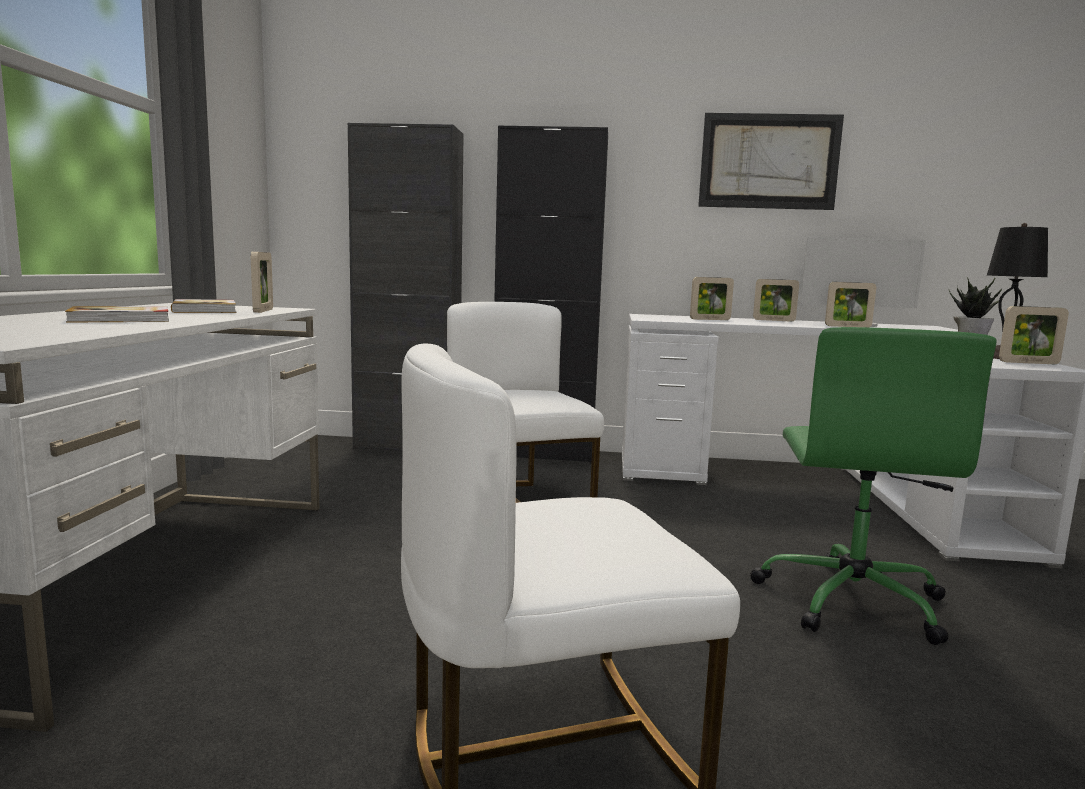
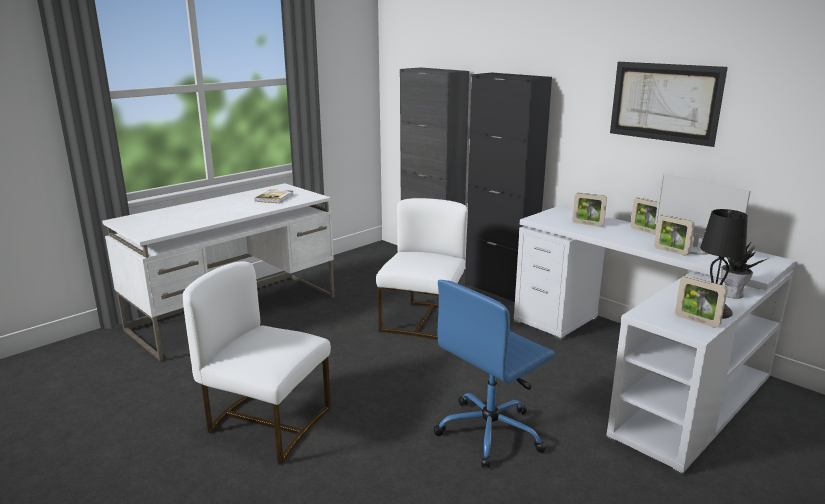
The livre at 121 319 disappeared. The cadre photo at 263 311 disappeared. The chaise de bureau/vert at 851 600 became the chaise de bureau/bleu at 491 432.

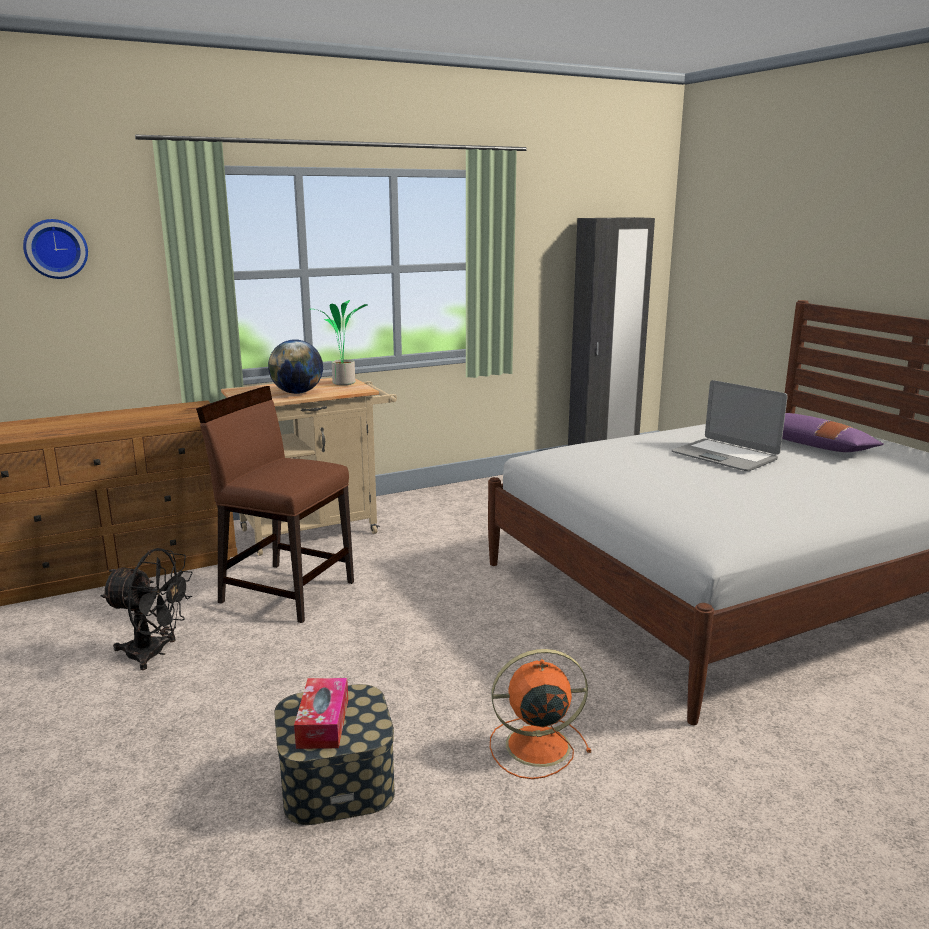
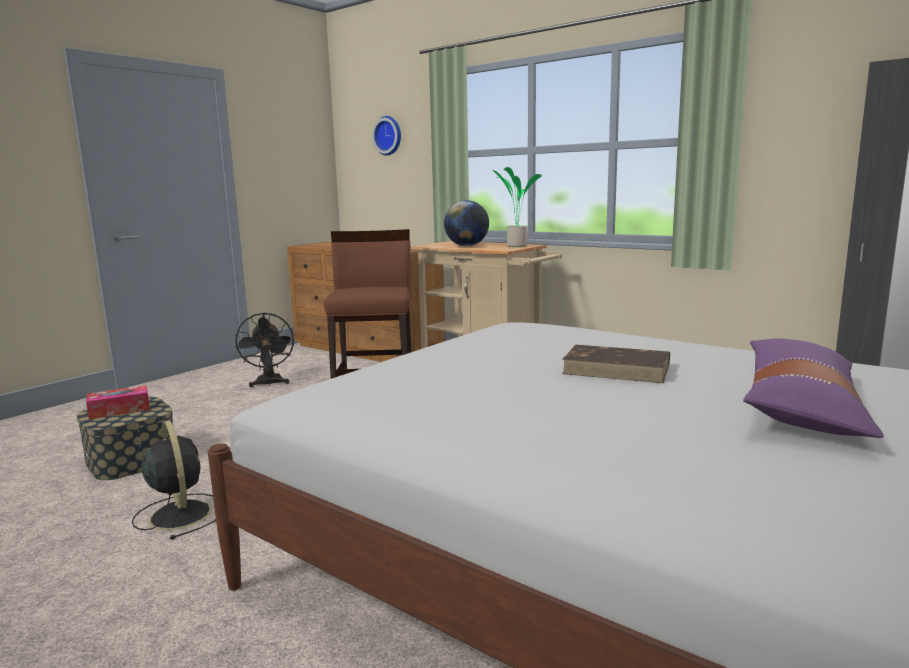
The ventilateur/orange at 534 746 became the ventilateur/noir at 180 514. The ordinateur portable at 725 456 was replaced by the livre/marron at 617 369.

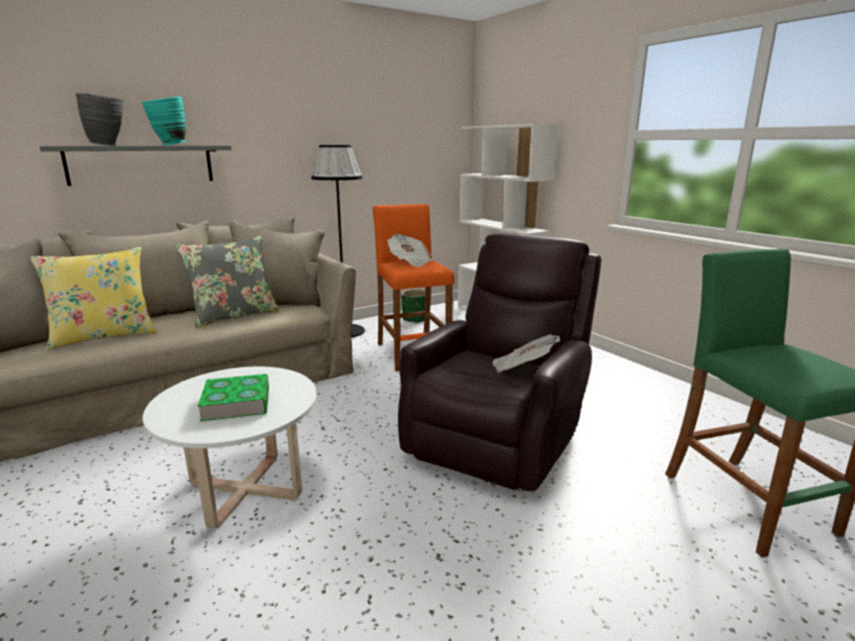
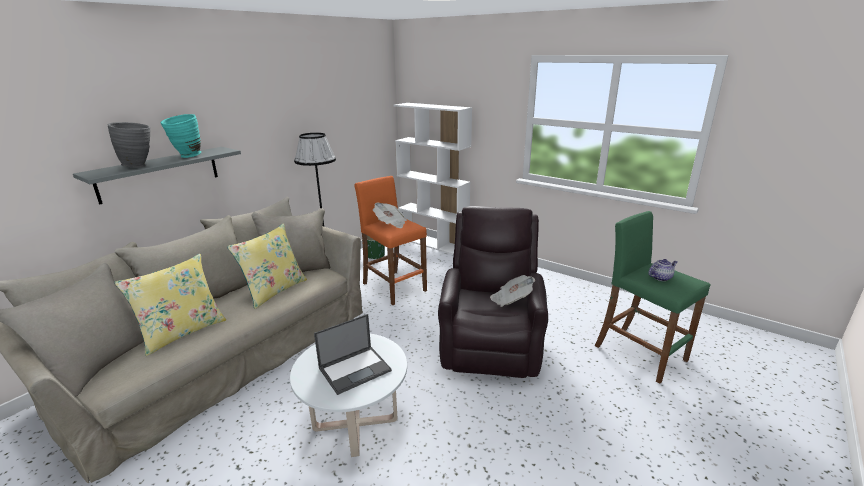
The coussin/gris at 234 316 became the coussin/jaune at 274 291. The livre at 237 403 was replaced by the ordinateur portable at 355 369. The théière at 660 277 appeared.

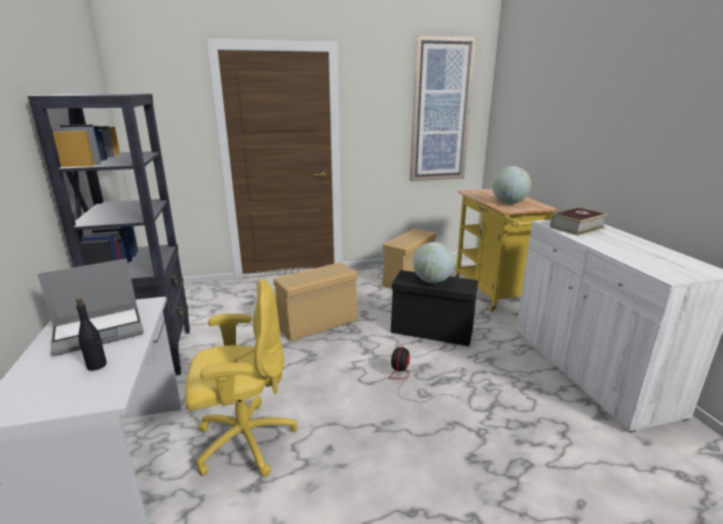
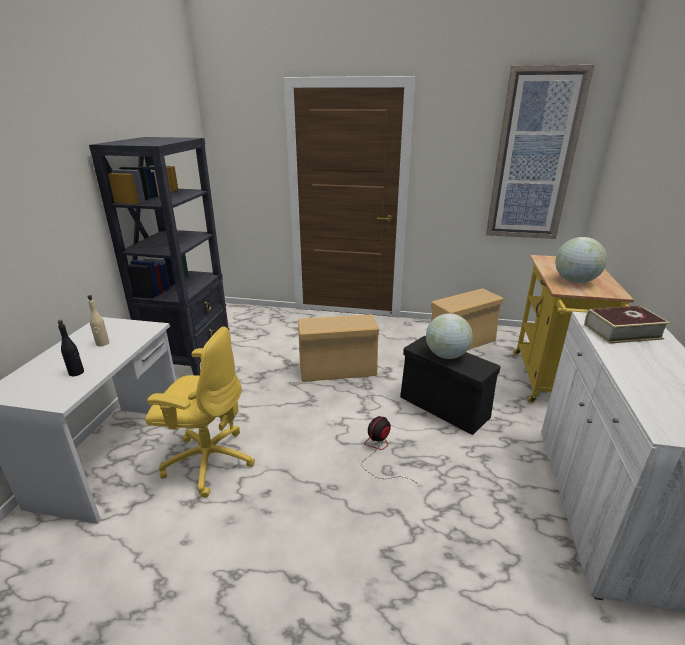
The ordinateur portable at 100 331 was replaced by the bouteille/beige at 102 343.

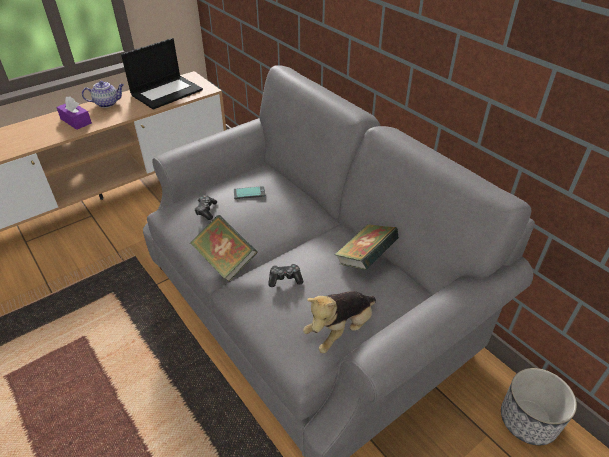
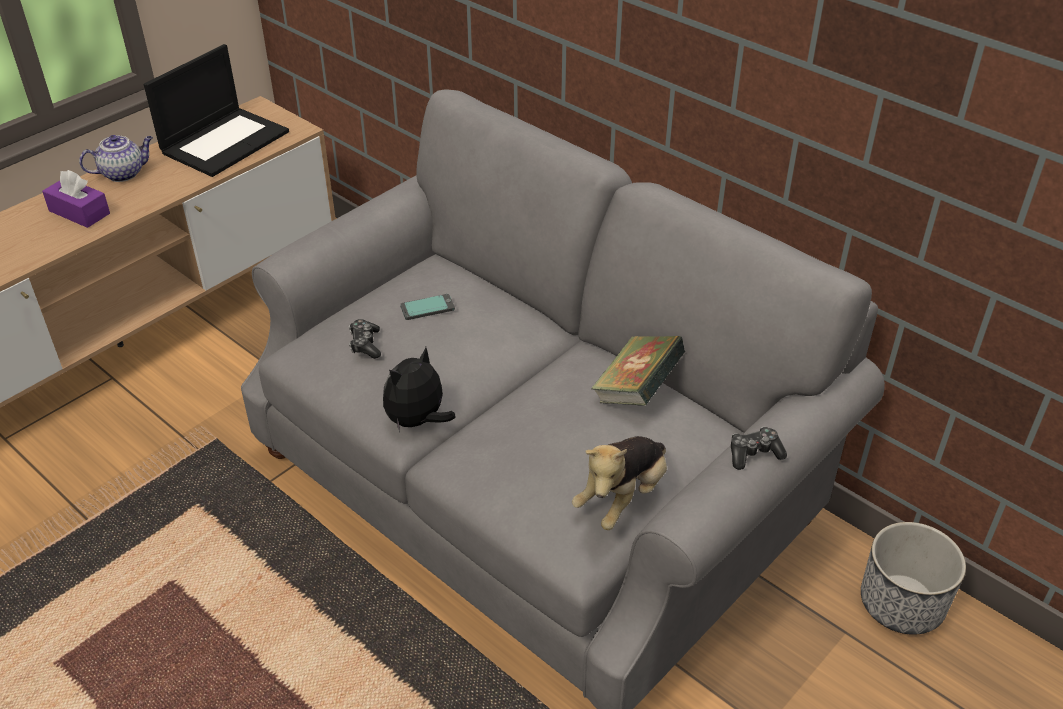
The livre at 225 261 was replaced by the peluche at 417 421. The manette moved from 285 279 to 754 454.

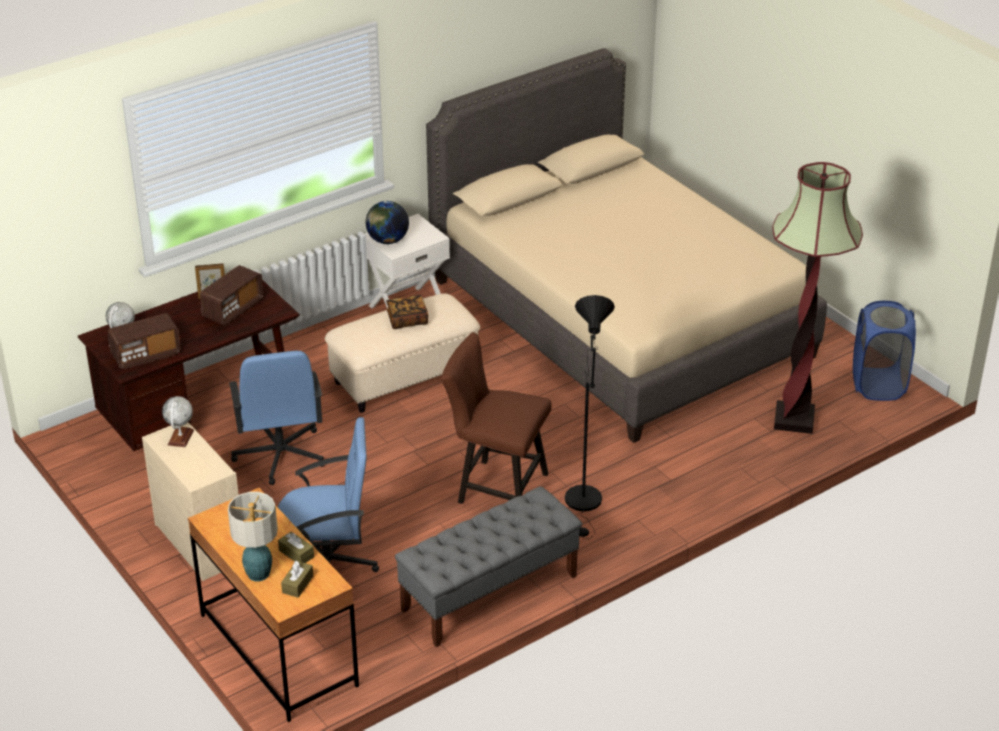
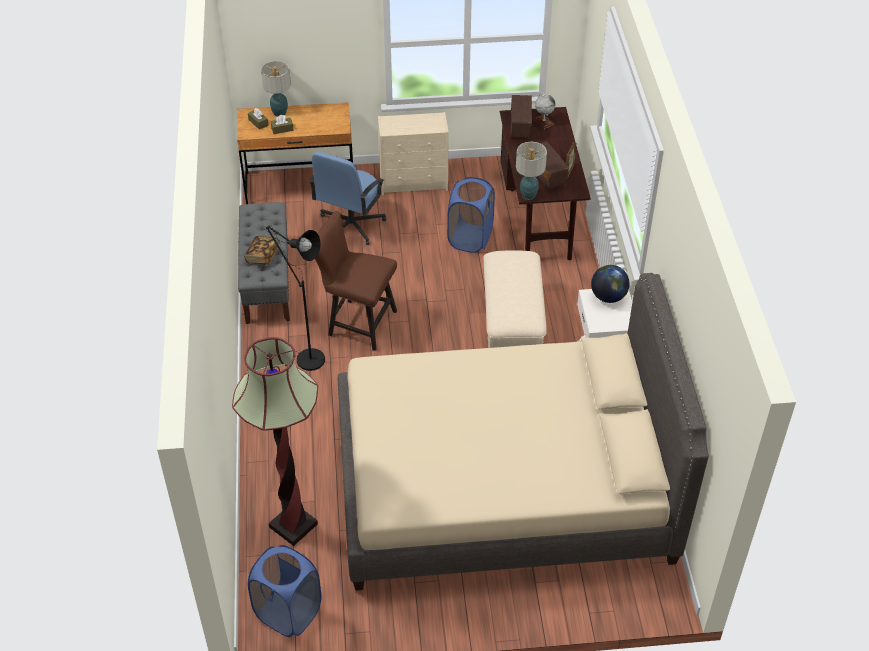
The globe at 180 437 disappeared. The chaise de bureau/bleu at 280 455 was replaced by the panier à linge/bleu at 470 238. The livre moved from 407 320 to 262 256. The chaise/marron at 496 488 turned 120 degrees counterclockwise. The lampe de table at 528 195 appeared.

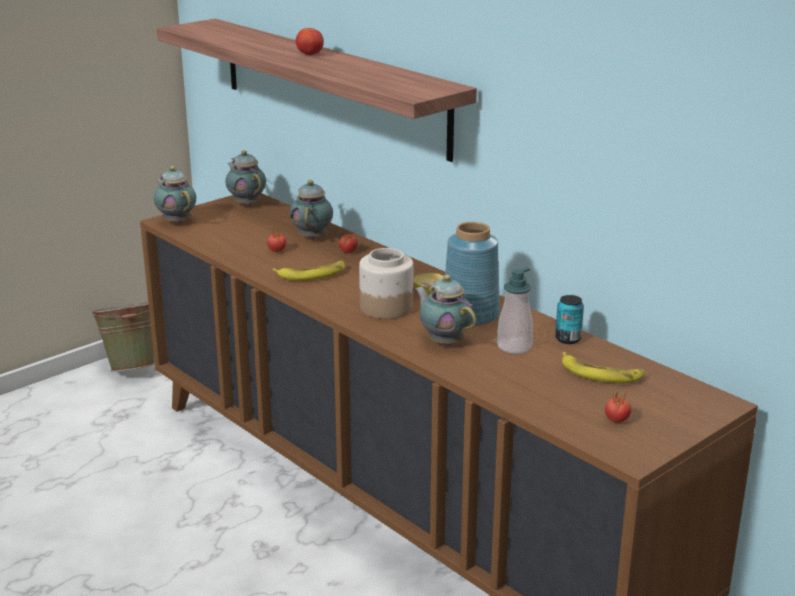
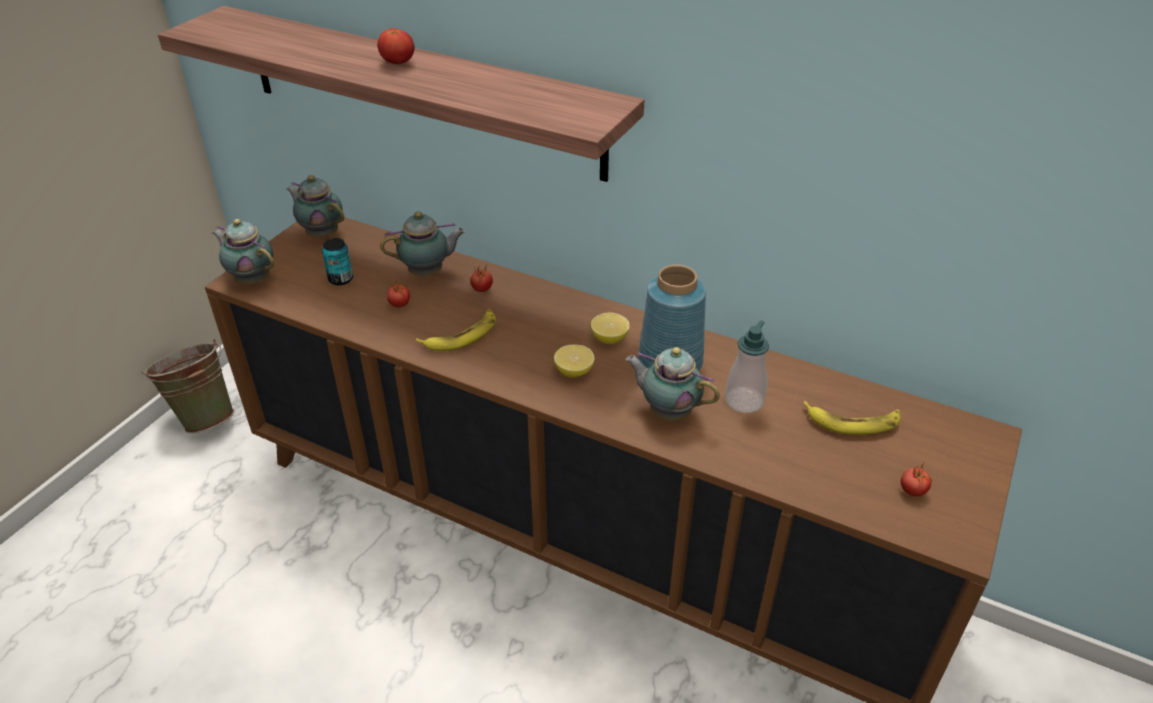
The théière at 313 237 turned 90 degrees clockwise. The bocal at 385 308 was replaced by the citron at 574 371. The boîte métallique moved from 568 339 to 341 279.

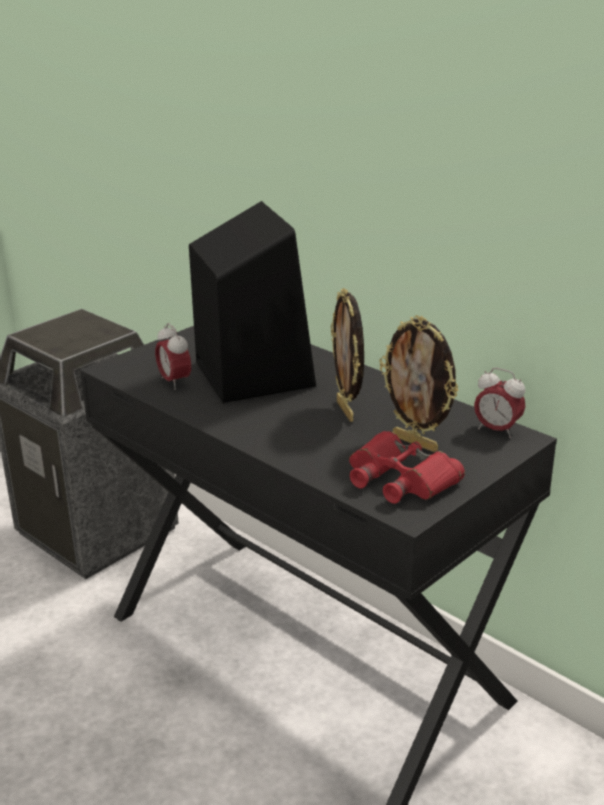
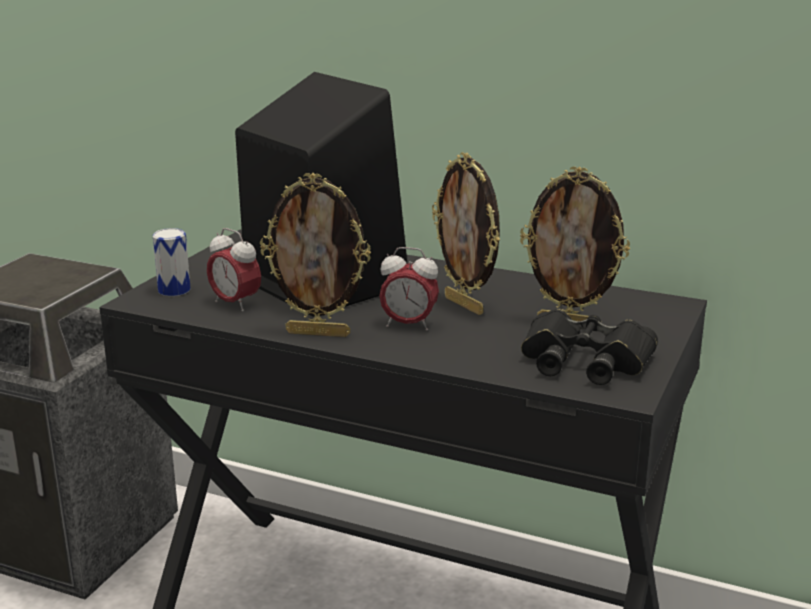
The jumelles/rouge at 400 479 became the jumelles/noir at 585 360. The réveil moved from 497 430 to 408 325. The boîte métallique at 174 290 appeared. The cadre photo at 319 333 appeared.

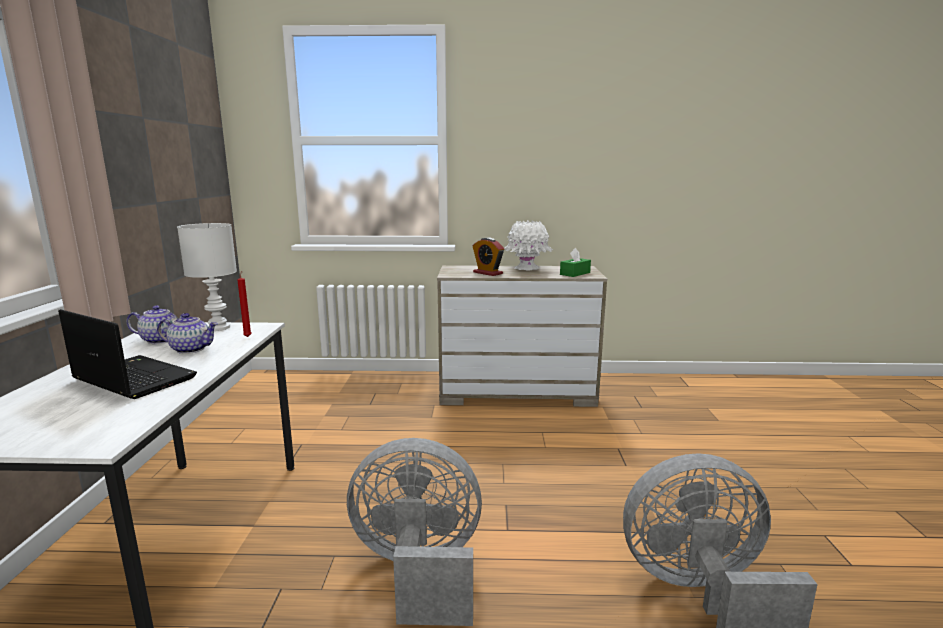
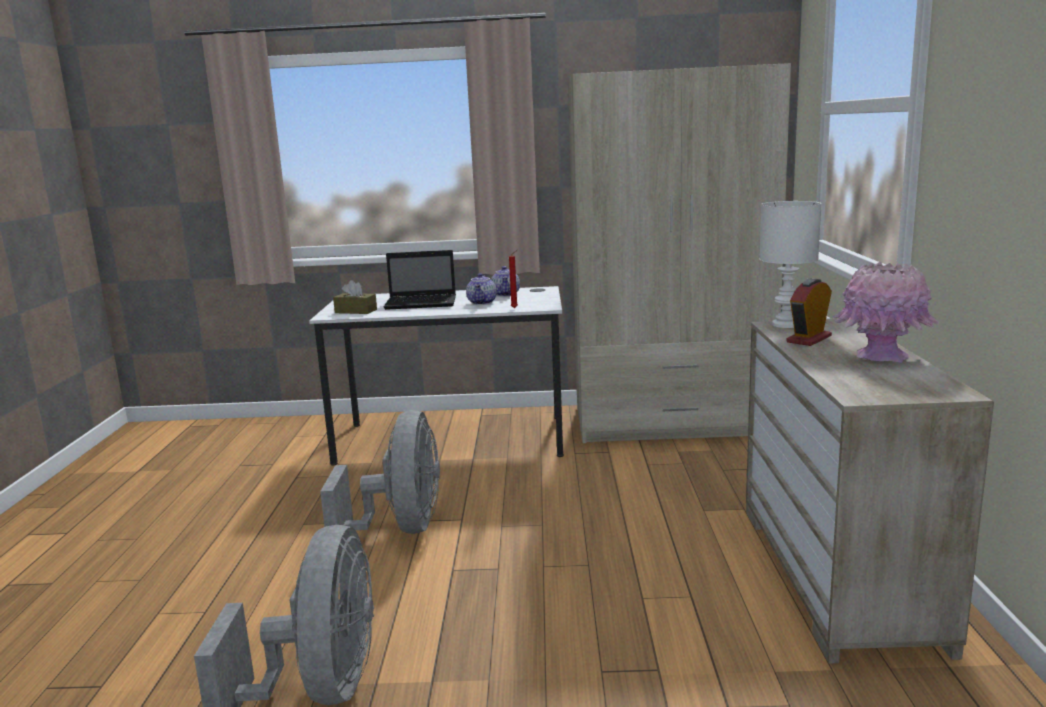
The ordinateur portable at 132 379 turned 60 degrees clockwise. The lampe de table/blanc moved from 219 328 to 786 325. The vase/blanc at 527 268 became the vase/rose at 882 357. The boîte à mouchoirs/vert at 575 273 disappeared. The boîte à mouchoirs/marron at 356 311 appeared. The armoire/beige at 671 422 appeared.

